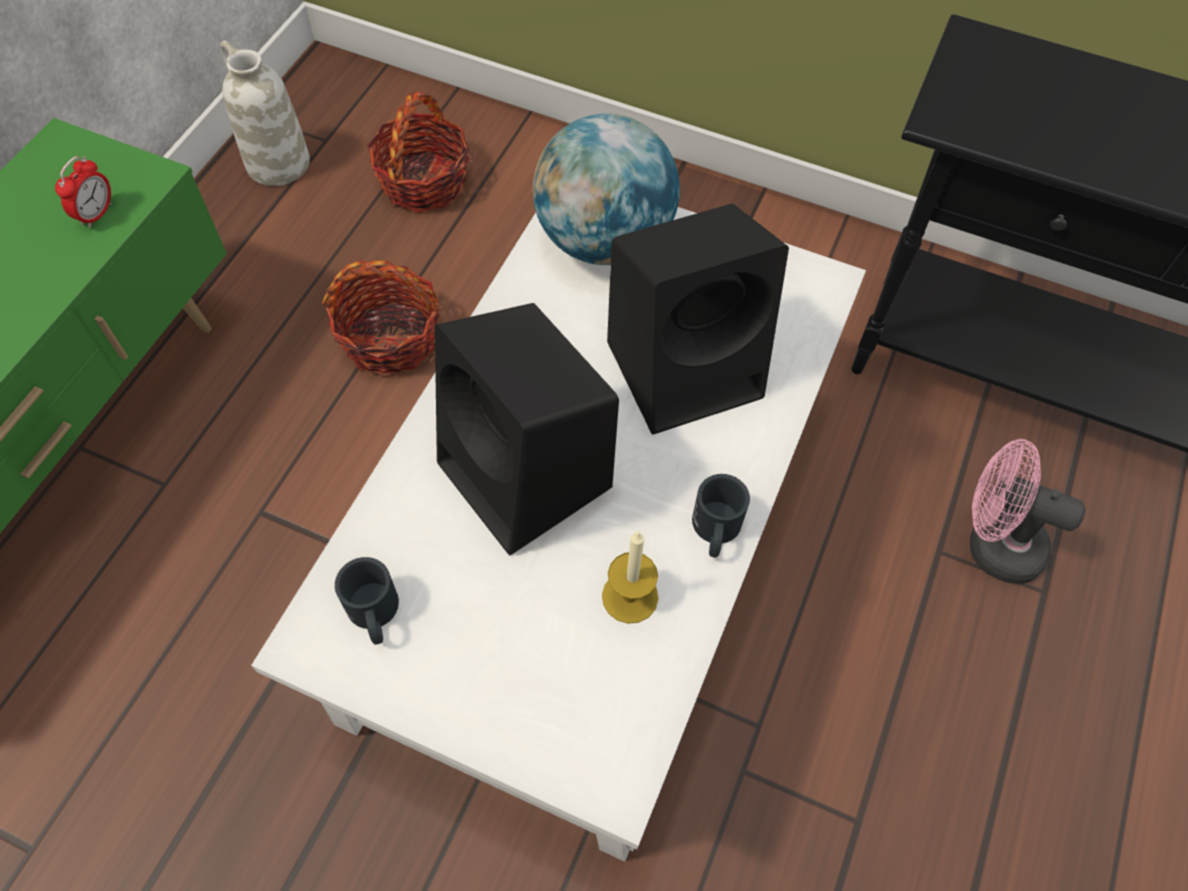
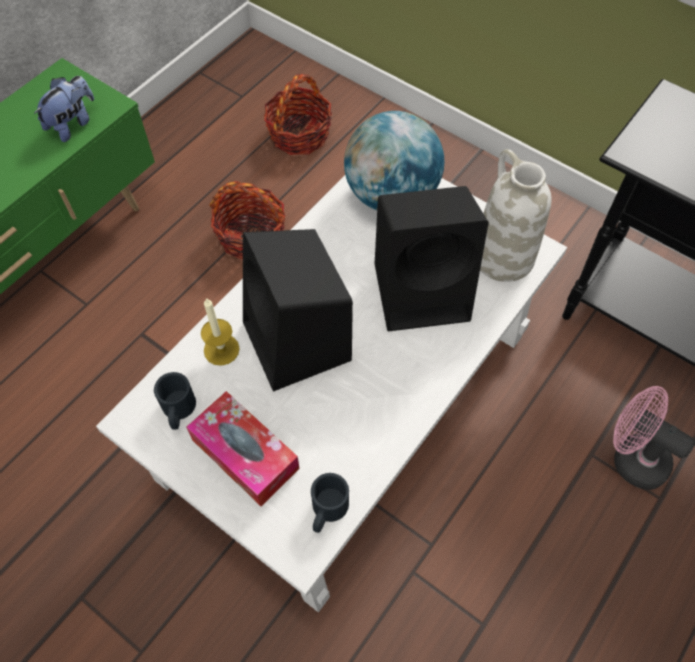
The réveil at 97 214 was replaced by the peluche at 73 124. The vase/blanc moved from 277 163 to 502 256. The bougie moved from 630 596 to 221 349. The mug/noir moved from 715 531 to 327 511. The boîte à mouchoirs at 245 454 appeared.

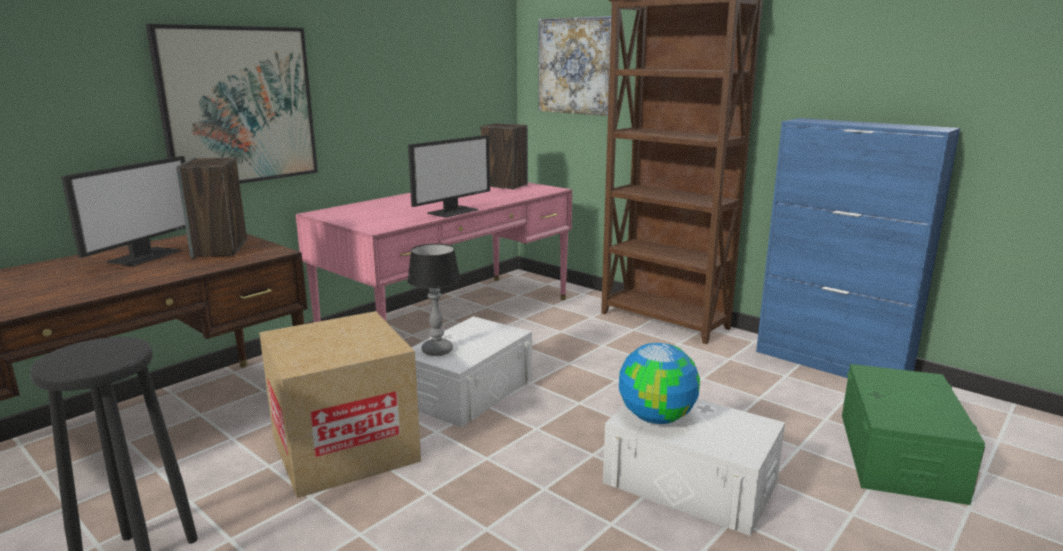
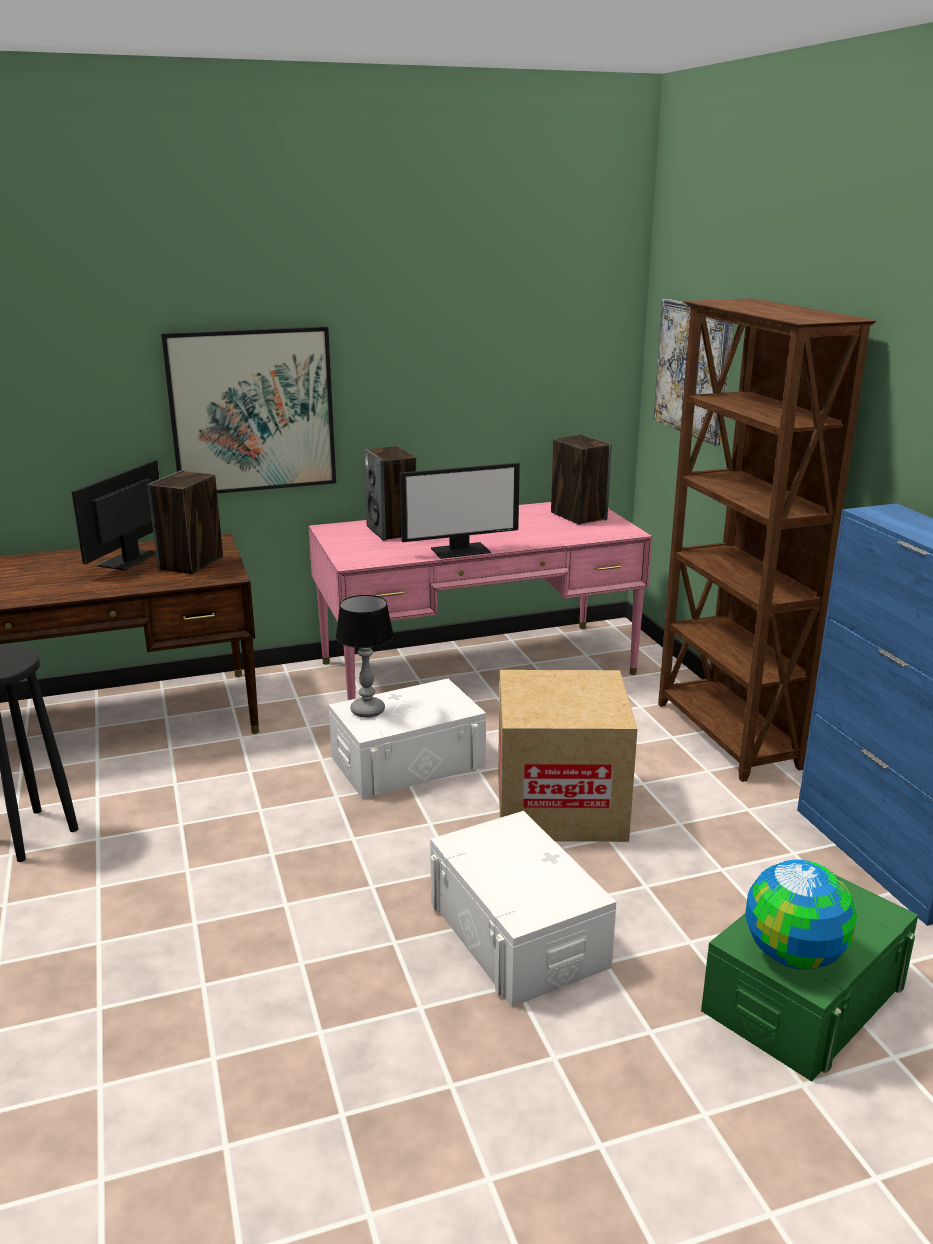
The écran d'ordinateur at 144 256 turned 150 degrees clockwise. The carton moved from 344 448 to 560 805. The globe moved from 656 417 to 793 954. The enceinte at 392 531 appeared.

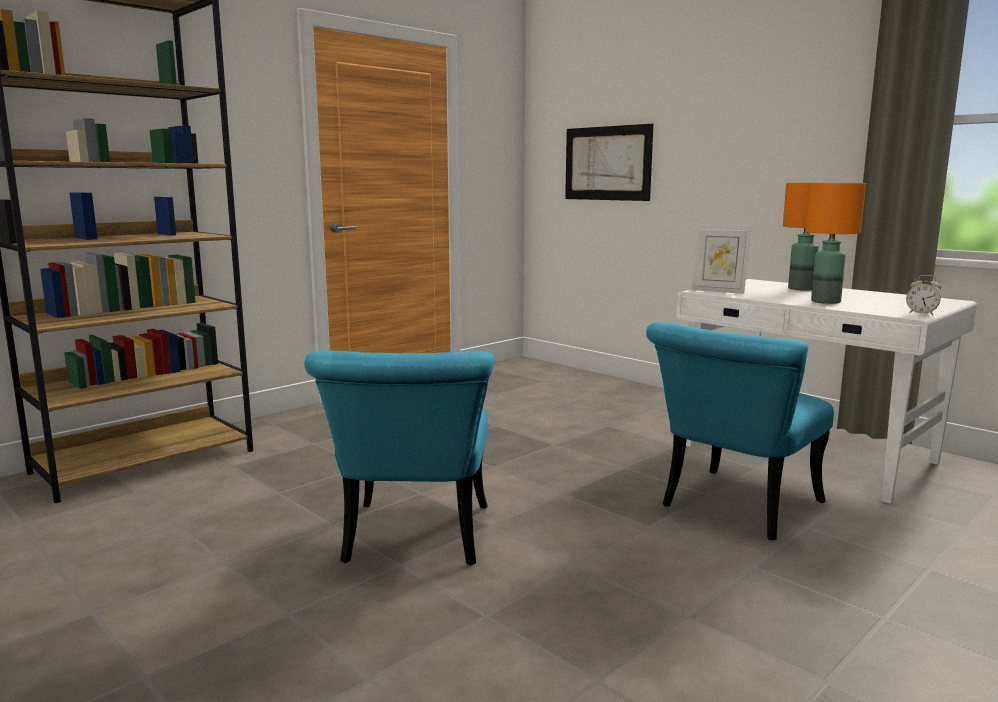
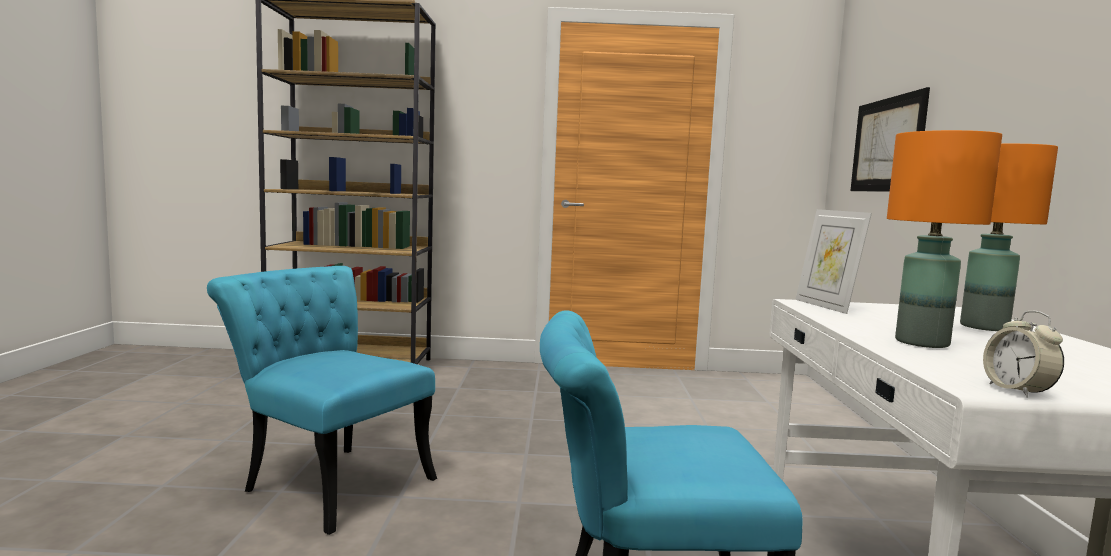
The chaise/turquoise at 414 542 turned 75 degrees clockwise.

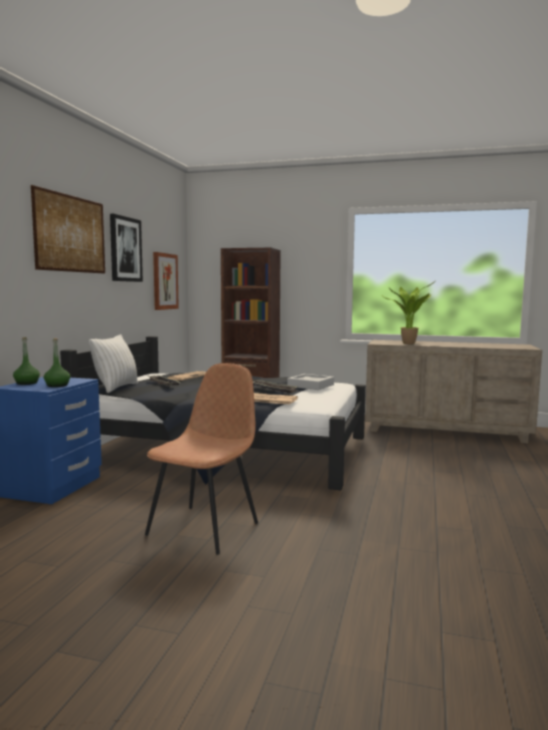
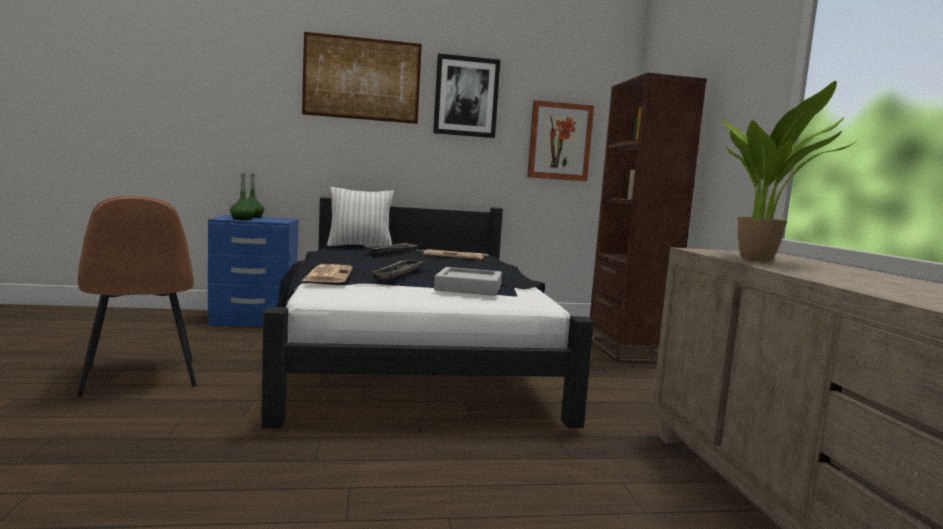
The chaise/marron at 205 528 turned 60 degrees clockwise.

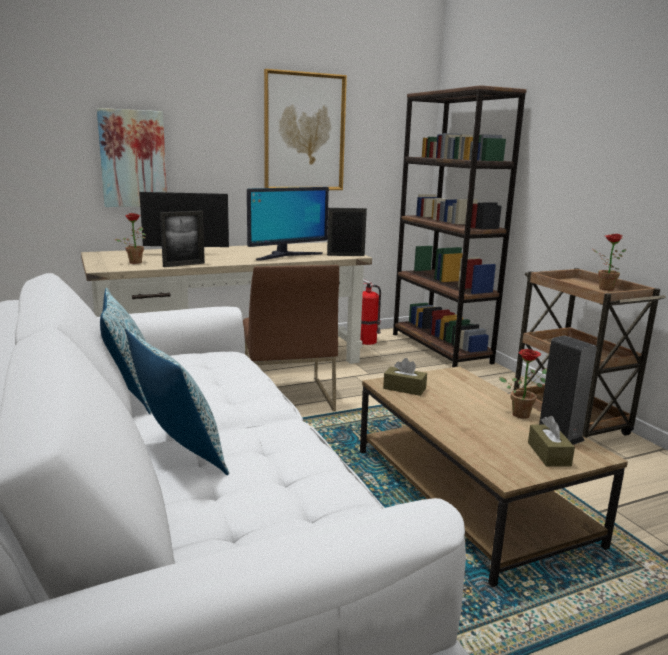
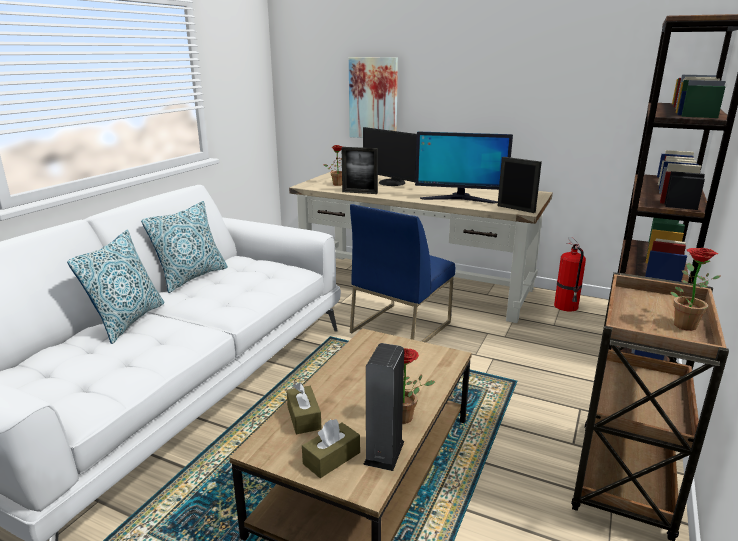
The chaise/marron at 287 396 became the chaise/bleu at 400 327. The tableau at 304 132 disappeared. The boîte à mouchoirs/marron moved from 404 388 to 304 417.

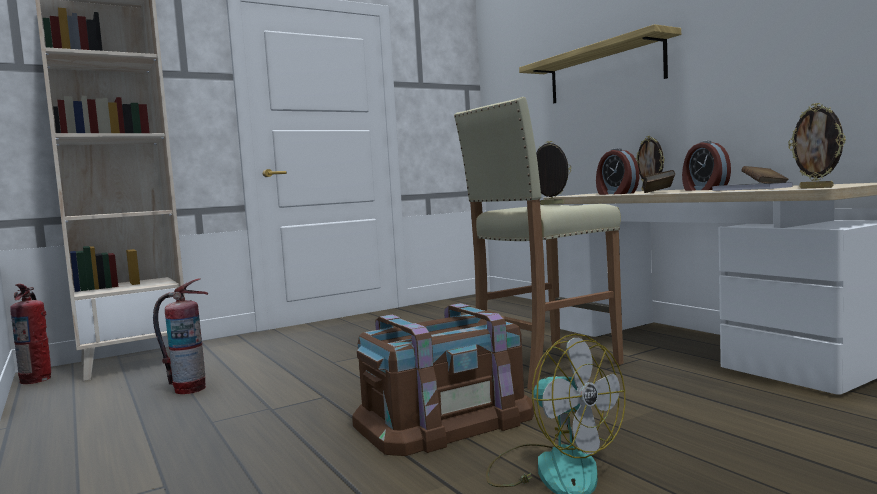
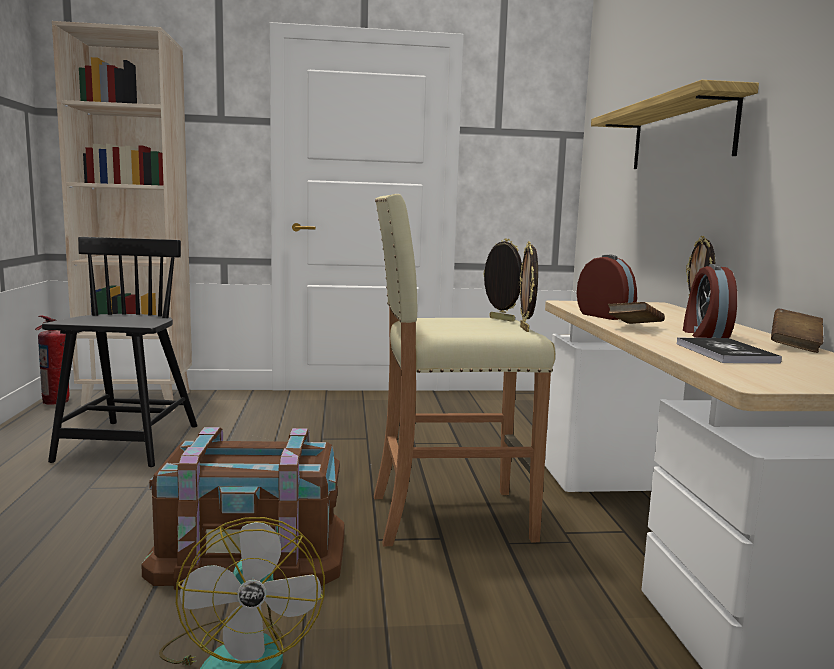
The extincteur at 189 389 was replaced by the chaise/noir at 128 444. The réveil at 616 194 turned 150 degrees clockwise. The cadre photo moved from 817 187 to 525 329.

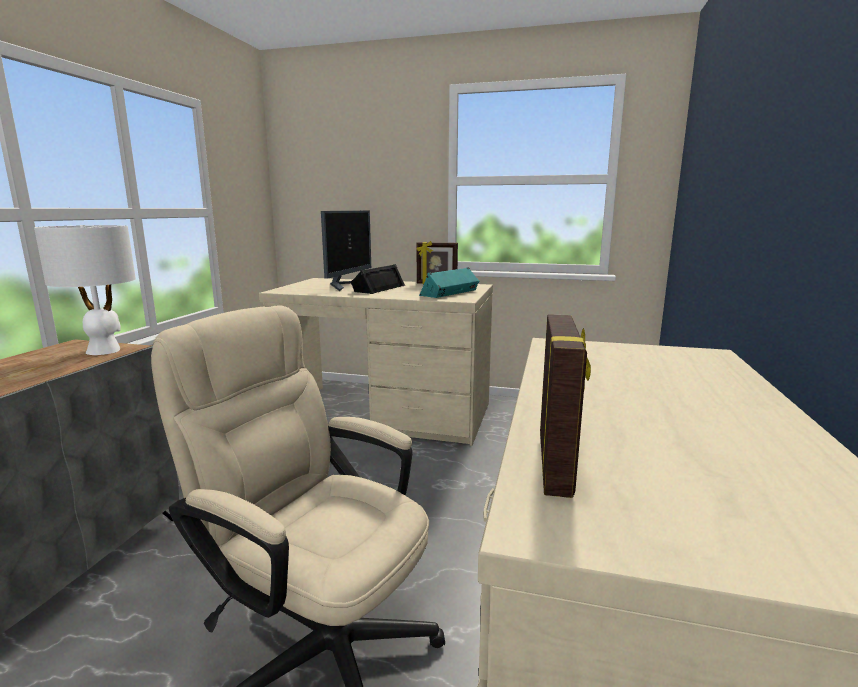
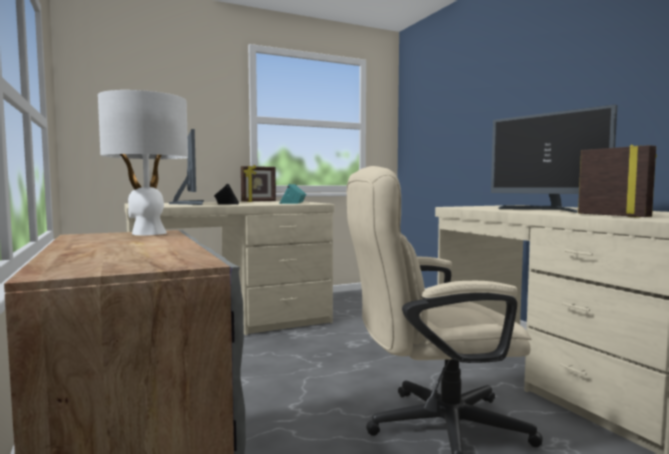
The écran d'ordinateur at 547 210 appeared.

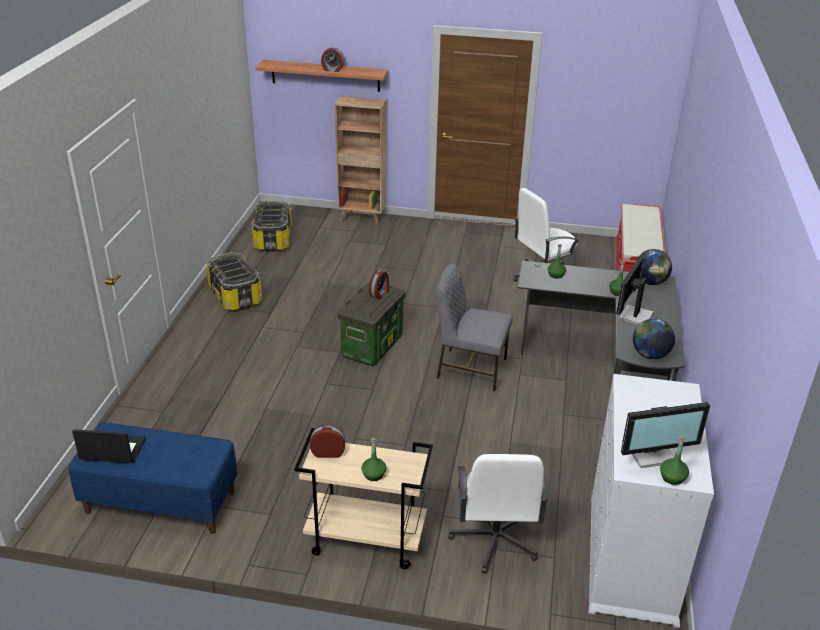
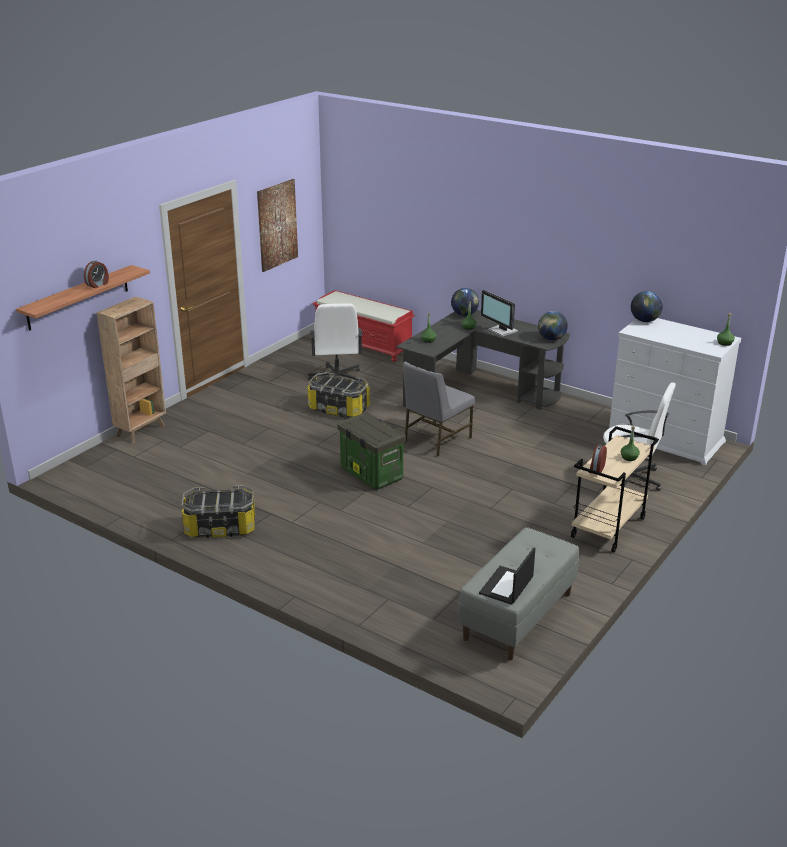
The banc/bleu at 160 502 became the banc/gris at 518 617. The boîte de rangement moved from 273 239 to 338 409. The réveil at 380 294 disappeared. The écran d'ordinateur at 651 454 disappeared. The tableau at 277 225 appeared. The globe at 645 320 appeared.

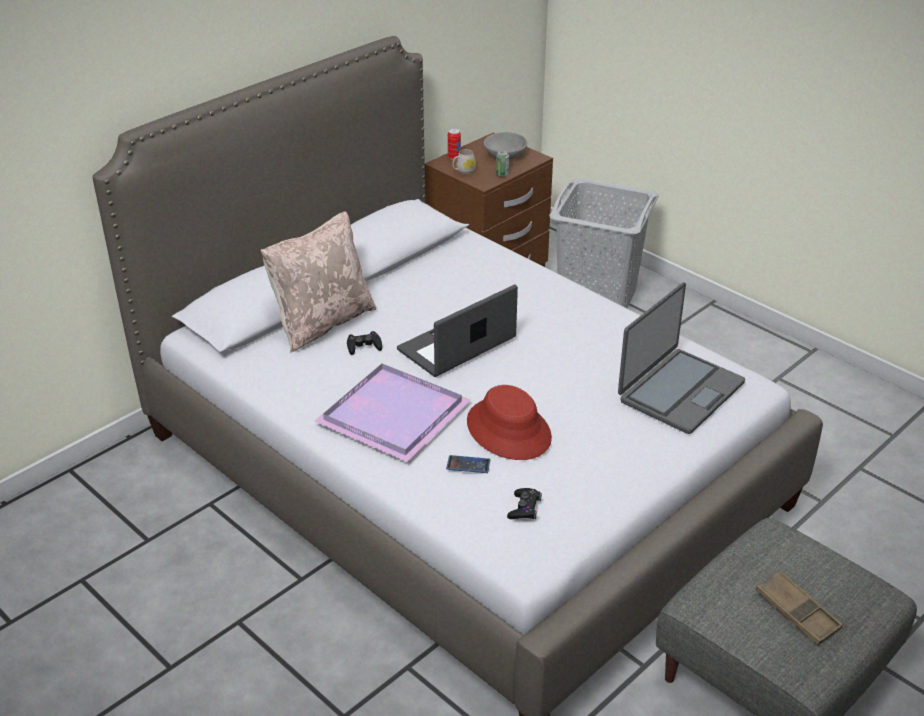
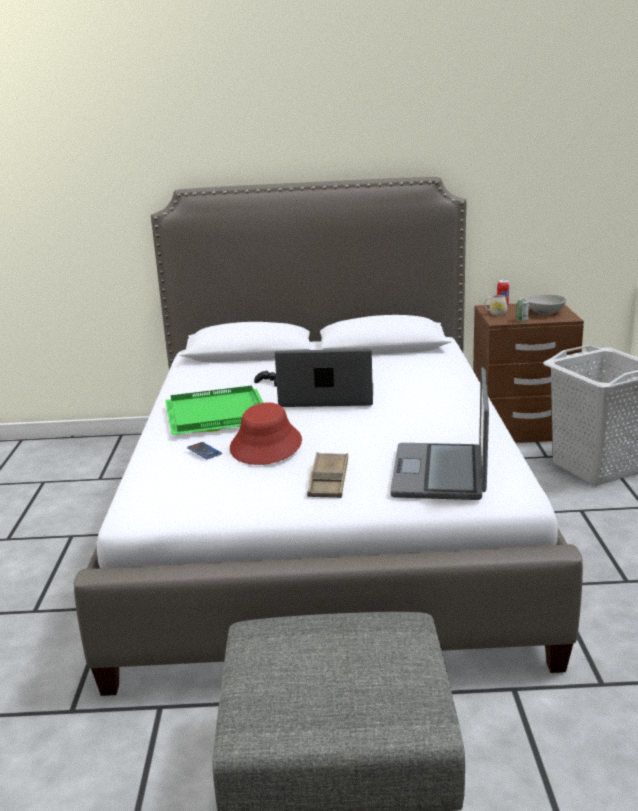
The coussin/beige at 322 322 disappeared. The plateau/violet at 396 414 became the plateau/vert at 219 415. The manette/noir at 524 508 disappeared. The ordinateur portable at 679 391 turned 105 degrees clockwise. The plateau/marron moved from 797 612 to 328 480.

